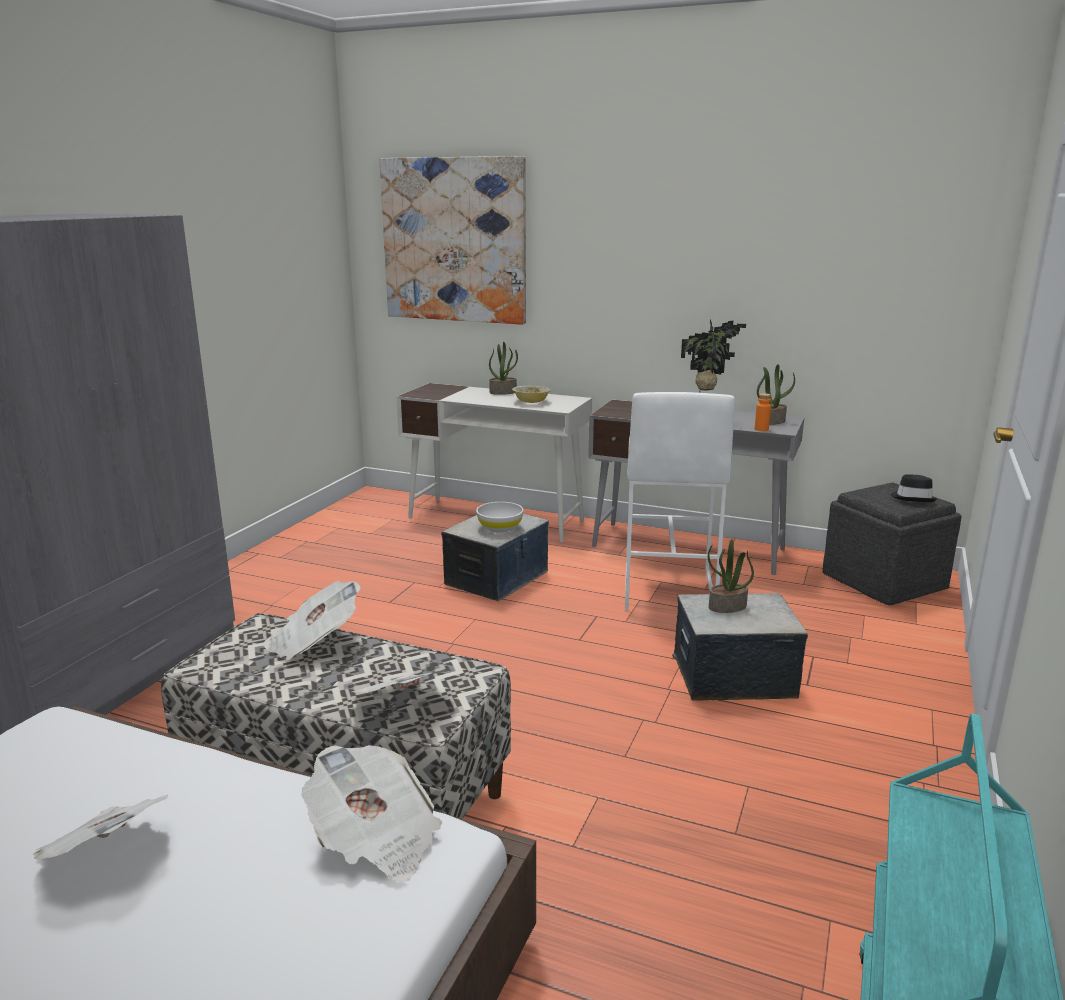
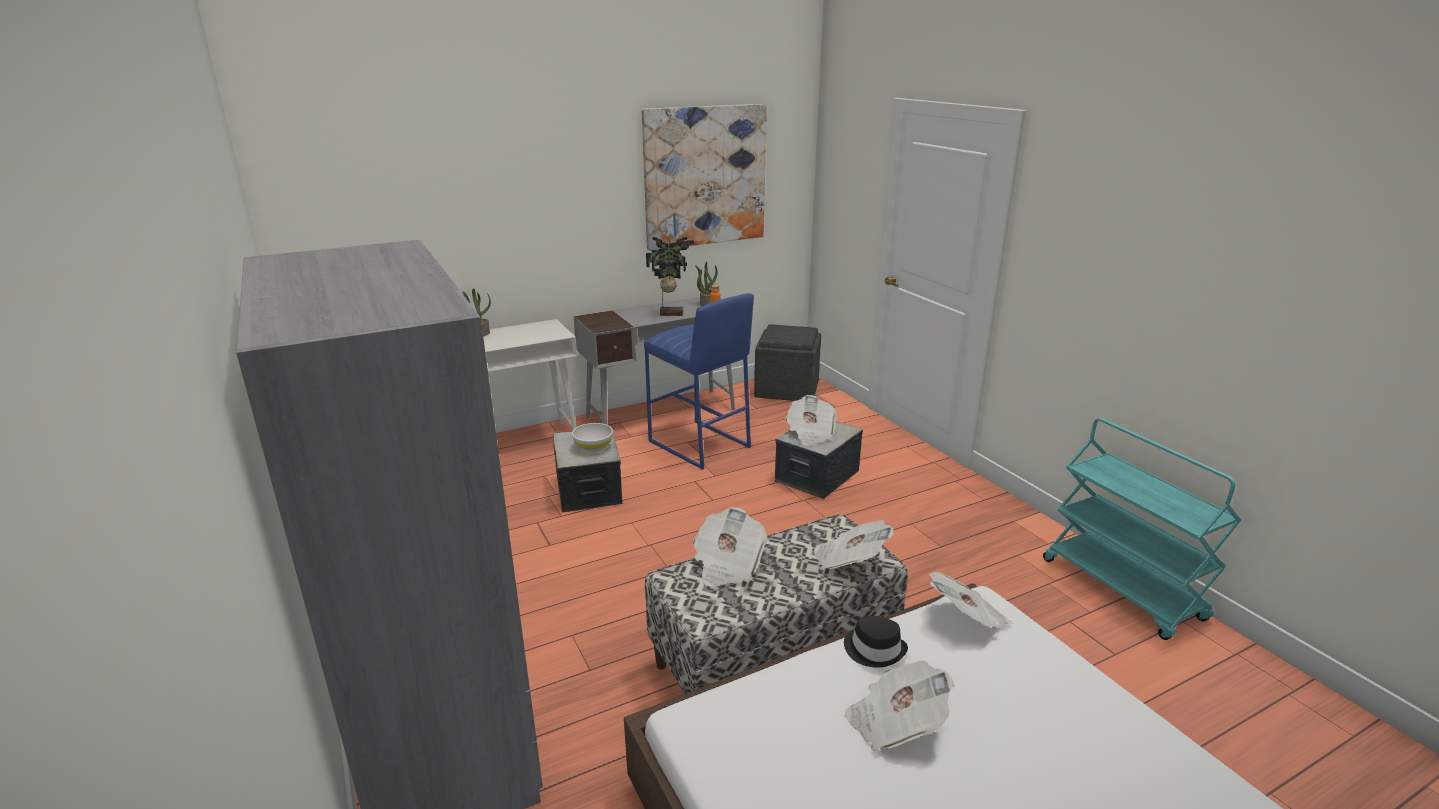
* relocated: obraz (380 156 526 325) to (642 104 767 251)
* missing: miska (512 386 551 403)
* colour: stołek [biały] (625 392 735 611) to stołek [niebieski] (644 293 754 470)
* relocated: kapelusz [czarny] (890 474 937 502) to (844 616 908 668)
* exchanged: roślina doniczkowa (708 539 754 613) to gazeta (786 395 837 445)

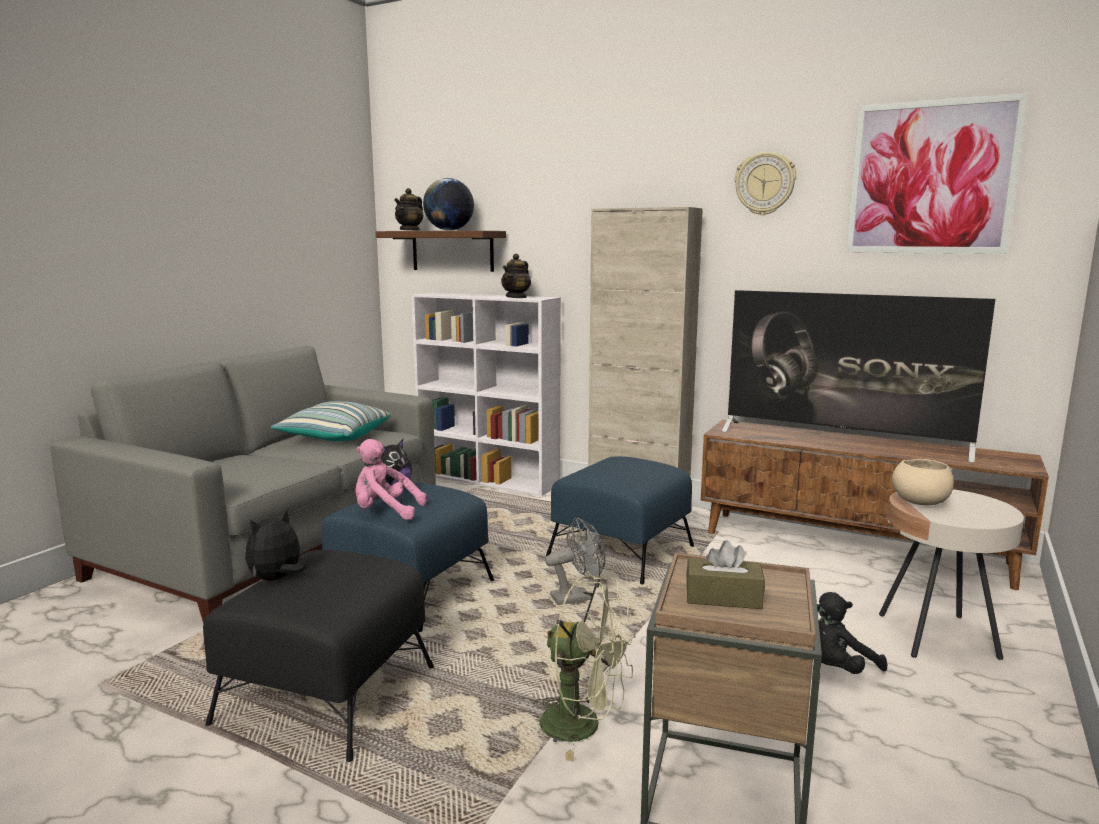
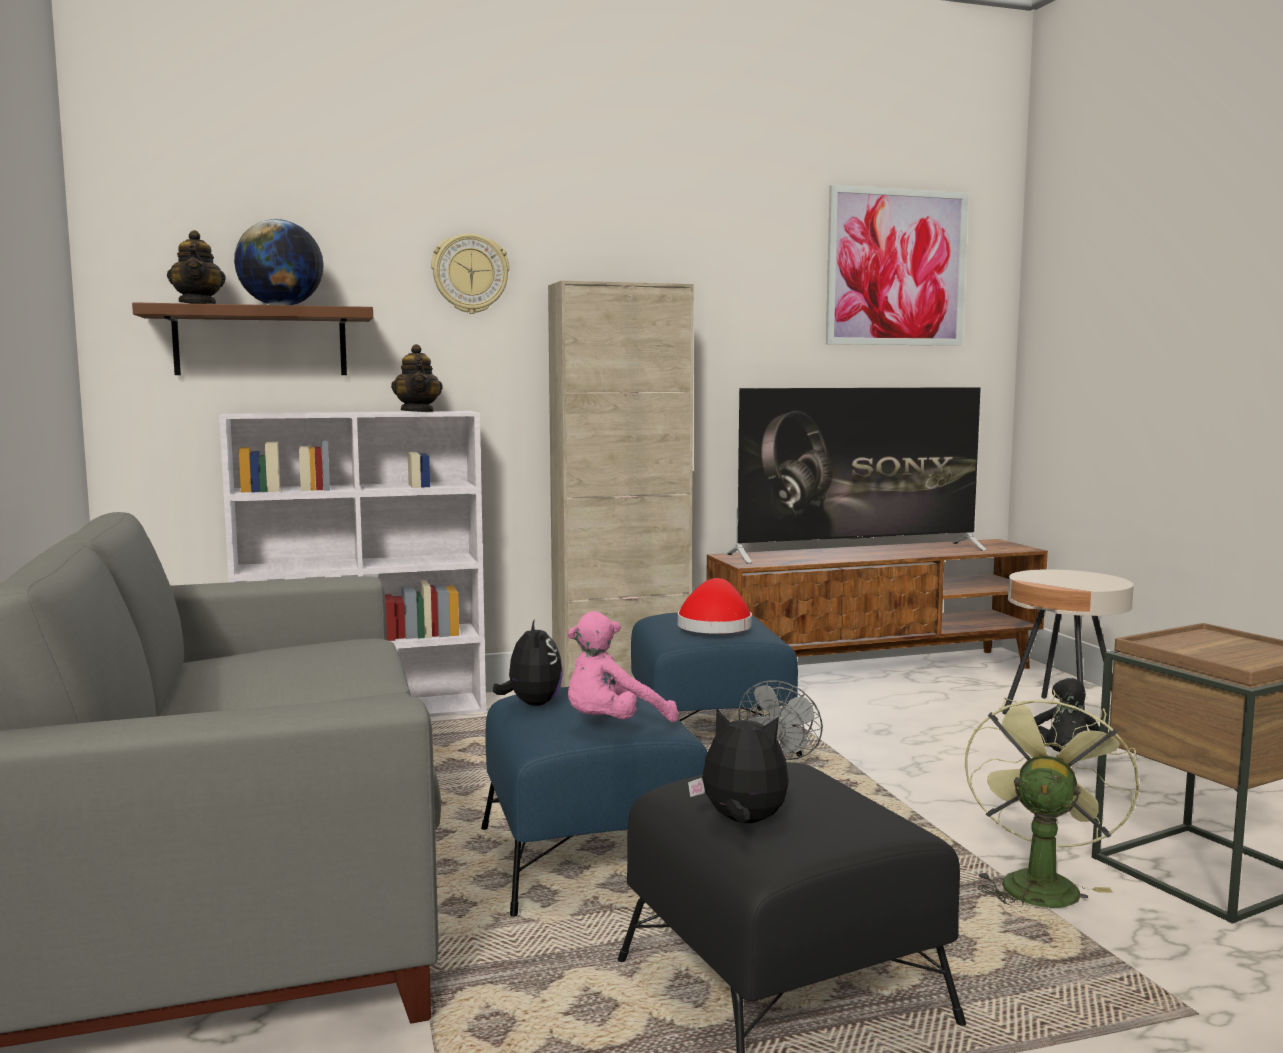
* relocated: zegar ścienny (735 152 796 215) to (431 234 509 314)
* missing: poduszka (271 401 391 441)
* missing: miska [beżowy] (892 459 954 505)
* spun: pluszak (245 509 307 581) = (688 709 789 823) 120 degrees clockwise
* missing: pudełko chusteczek [brązowy] (686 540 765 609)
* spun: wentylator [zielony] (533 575 635 761) = (965 689 1139 912) 45 degrees counterclockwise
* appeared: kapelusz [czerwony] (678 578 752 634)

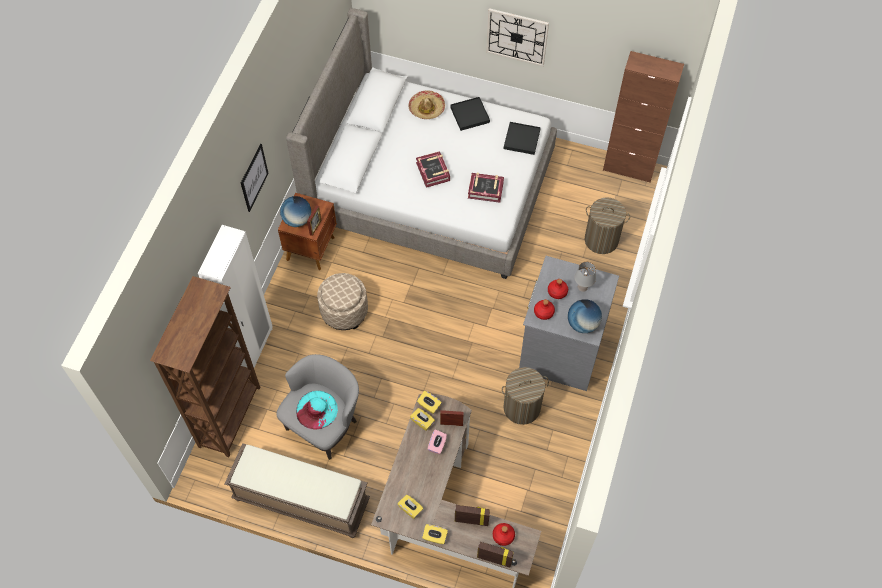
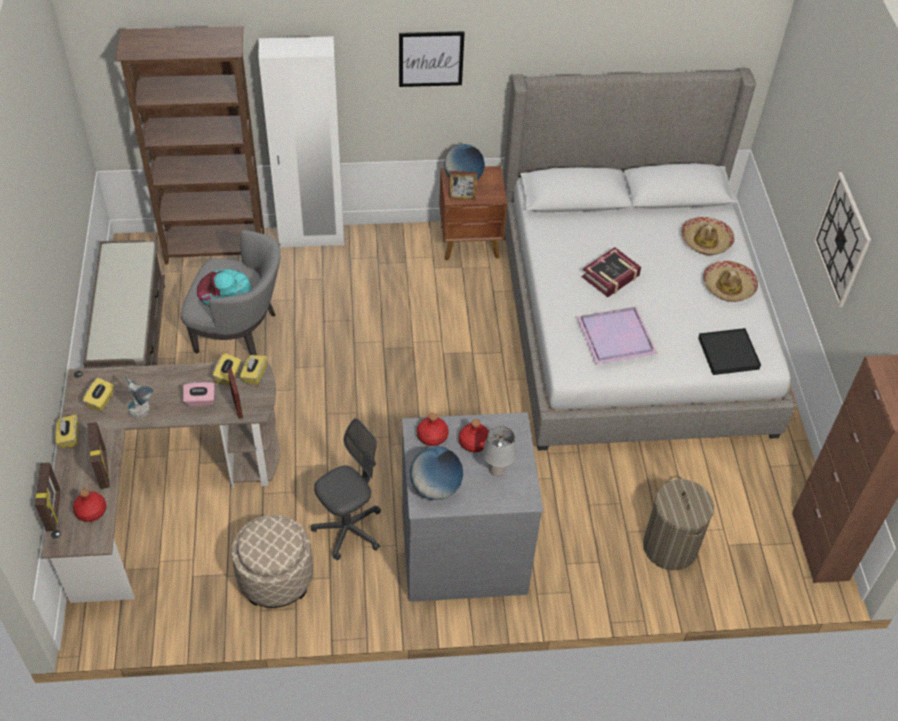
* exchanged: taca [czarny] (450 97 490 131) to kapelusz (703 261 758 302)
* exchanged: książka (468 173 504 203) to taca [fioletowy] (577 307 658 365)
* relocated: pufa [beżowy] (317 273 368 330) to (232 515 313 608)
* exchanged: kosz na pranie (502 367 549 425) to krzesło biurowe [szary] (311 418 381 560)
* appeared: lampa stołowa (125 374 153 418)

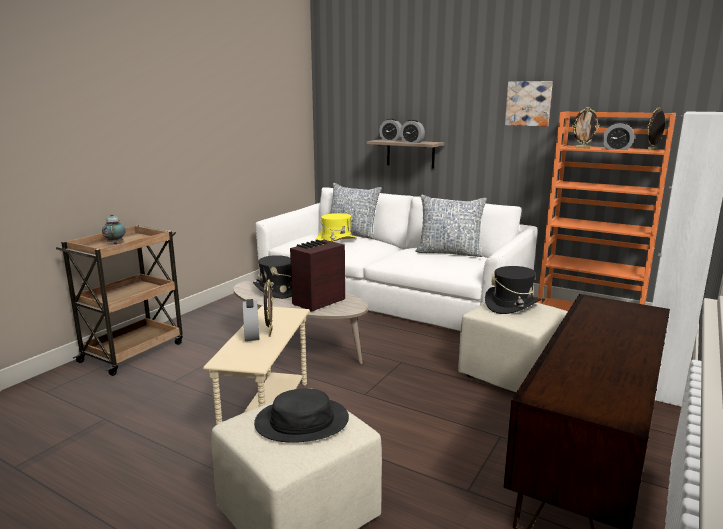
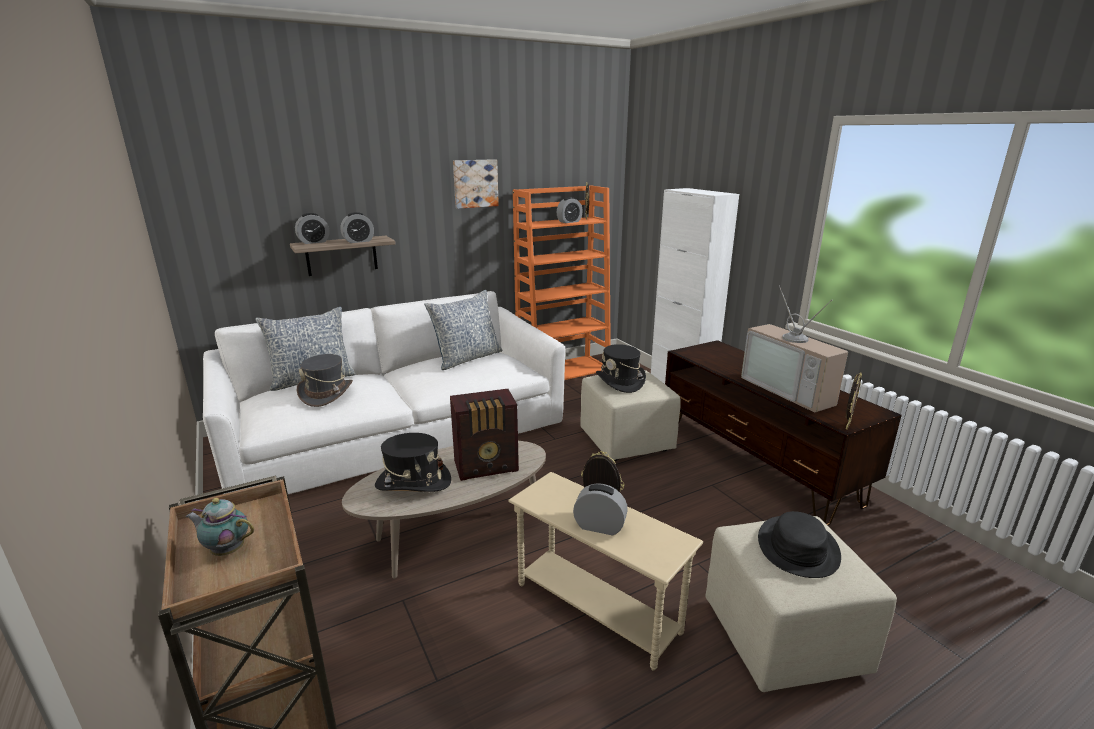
* relocated: ramka na zdjęcie (572 107 599 148) to (846 372 862 430)
* colour: kapelusz [żółty] (316 213 357 242) to kapelusz [szary] (297 354 353 407)
* spun: radio (290 240 345 312) = (450 389 519 481) 90 degrees counterclockwise
* appeared: telewizor (741 285 848 412)

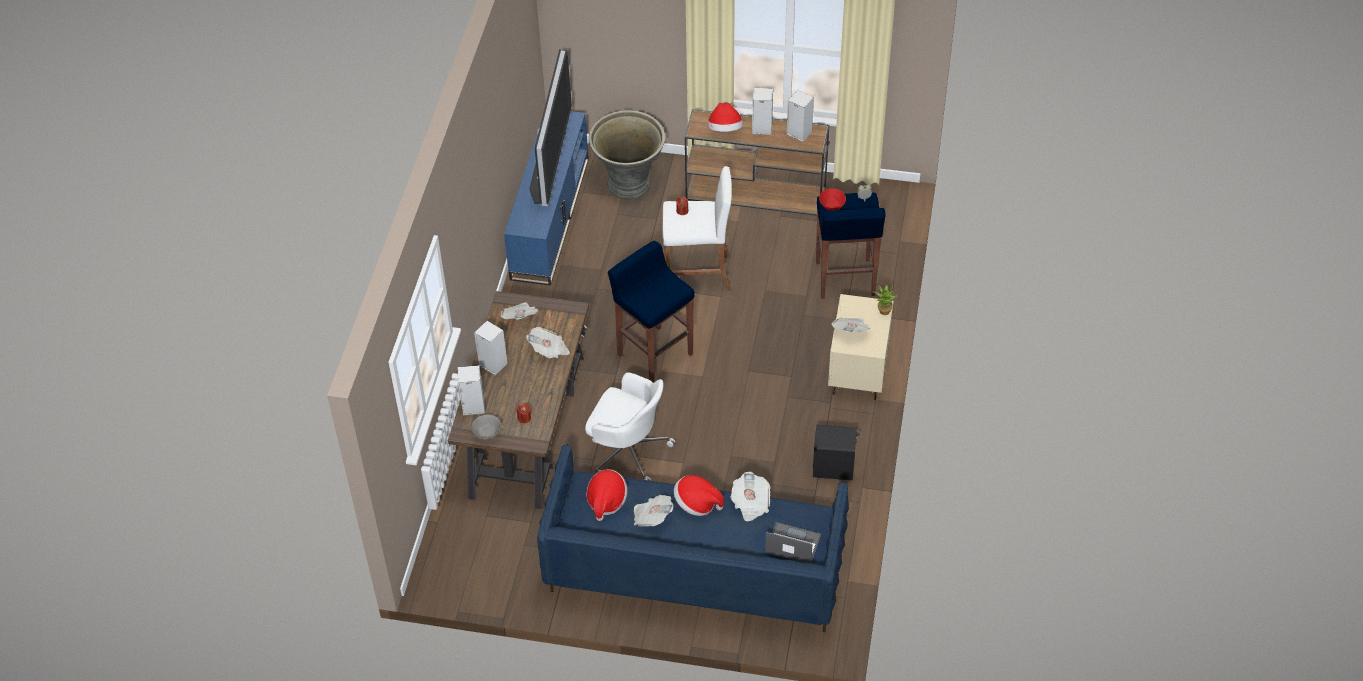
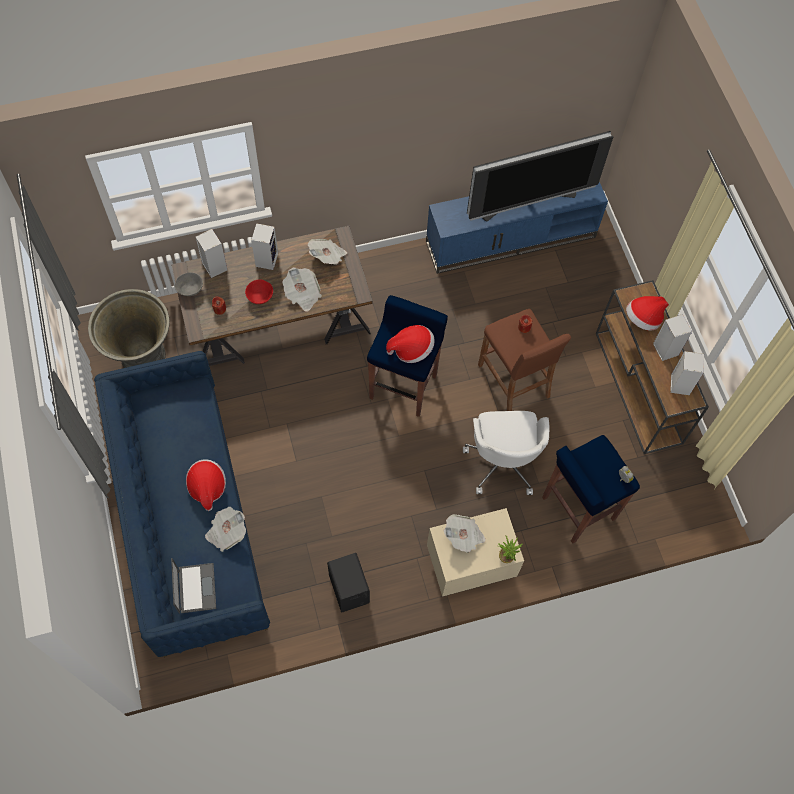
* relocated: donica [szary] (589 110 665 199) to (88 289 170 368)
* colour: stołek [biały] (663 166 732 291) to stołek [brązowy] (478 309 571 411)
* relocated: miska [czerwony] (819 188 846 211) to (245 279 273 304)
* relocated: krzesło biurowe [biały] (585 372 675 481) to (463 411 549 495)
* relocated: kapelusz (587 469 627 521) to (386 325 435 363)
* missing: gazeta (634 495 673 526)

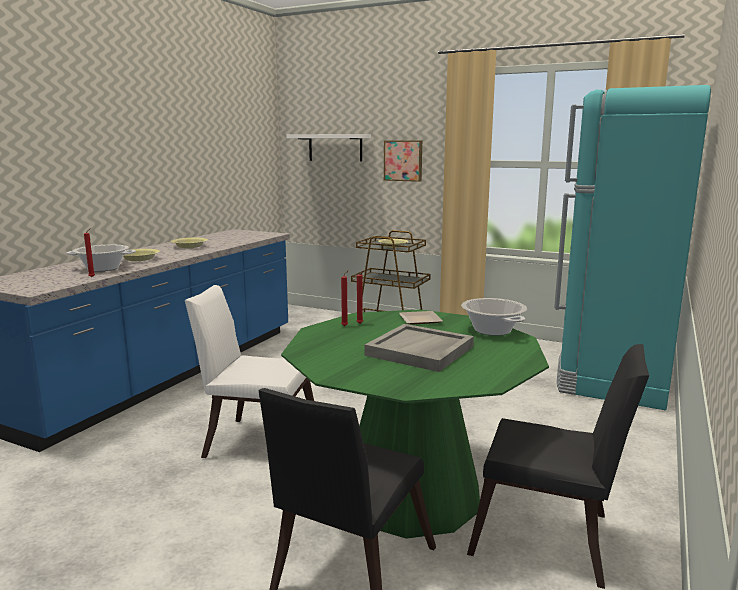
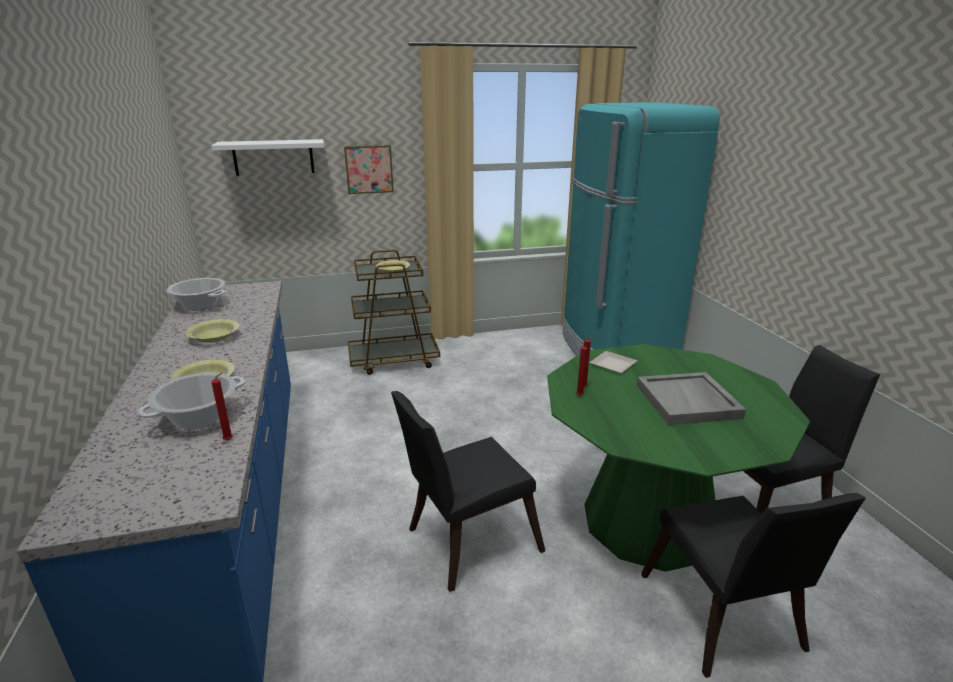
* colour: krzesło [biały] (185 285 314 458) to krzesło [czarny] (391 391 545 592)
* relocated: garnek (461 298 527 336) to (167 278 226 311)

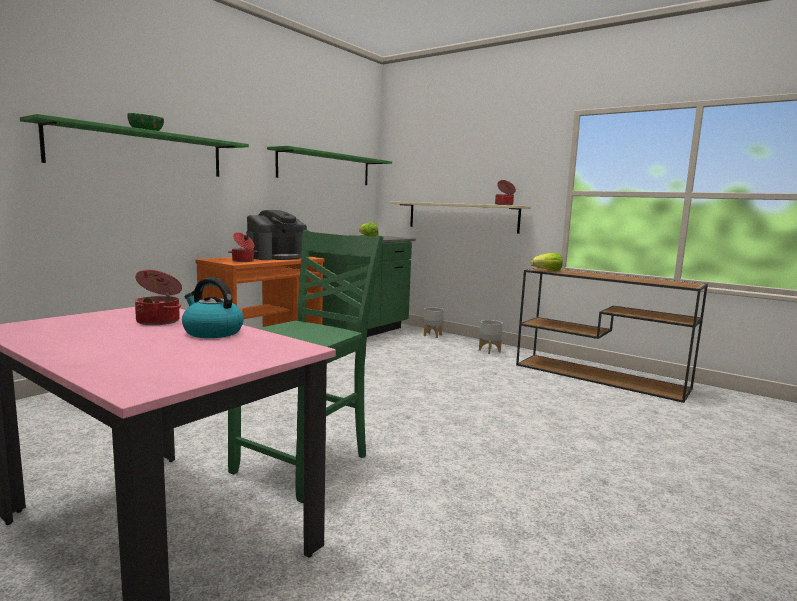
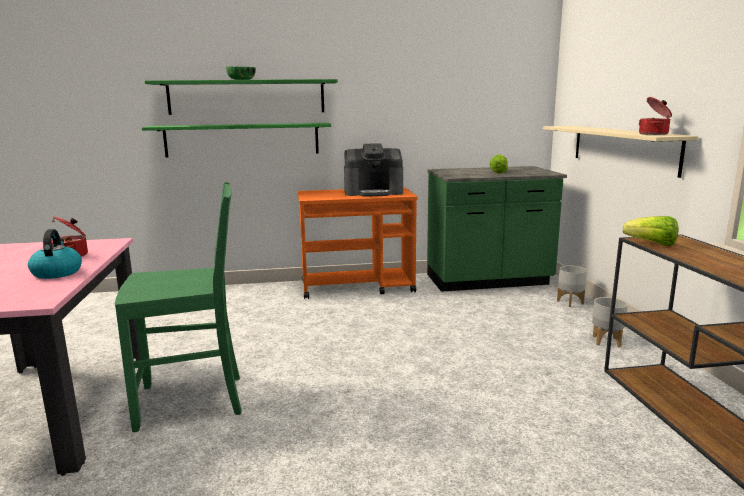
* relocated: półka [zielony] (267 146 392 185) to (142 123 331 158)
* missing: garnek (228 232 258 262)

